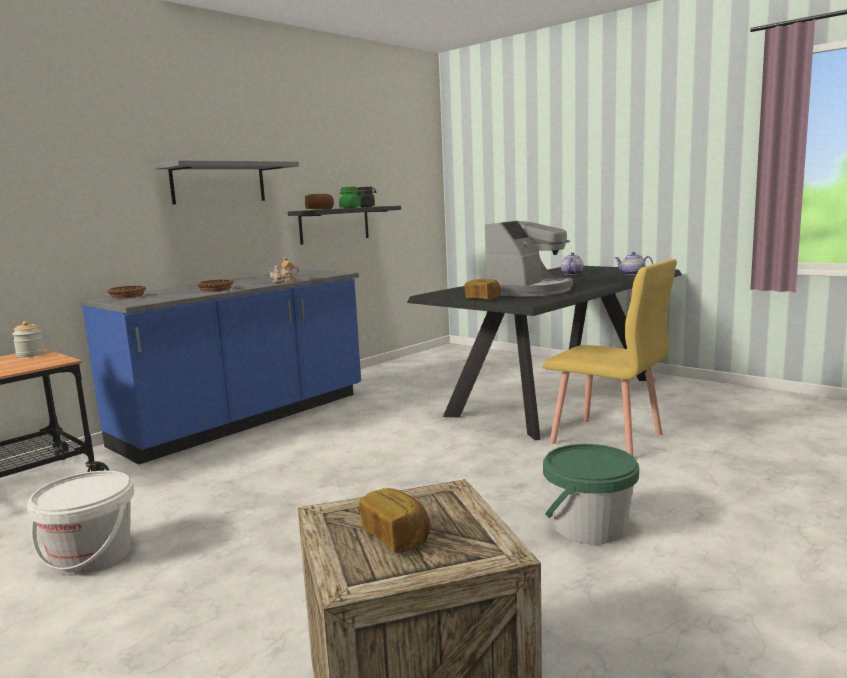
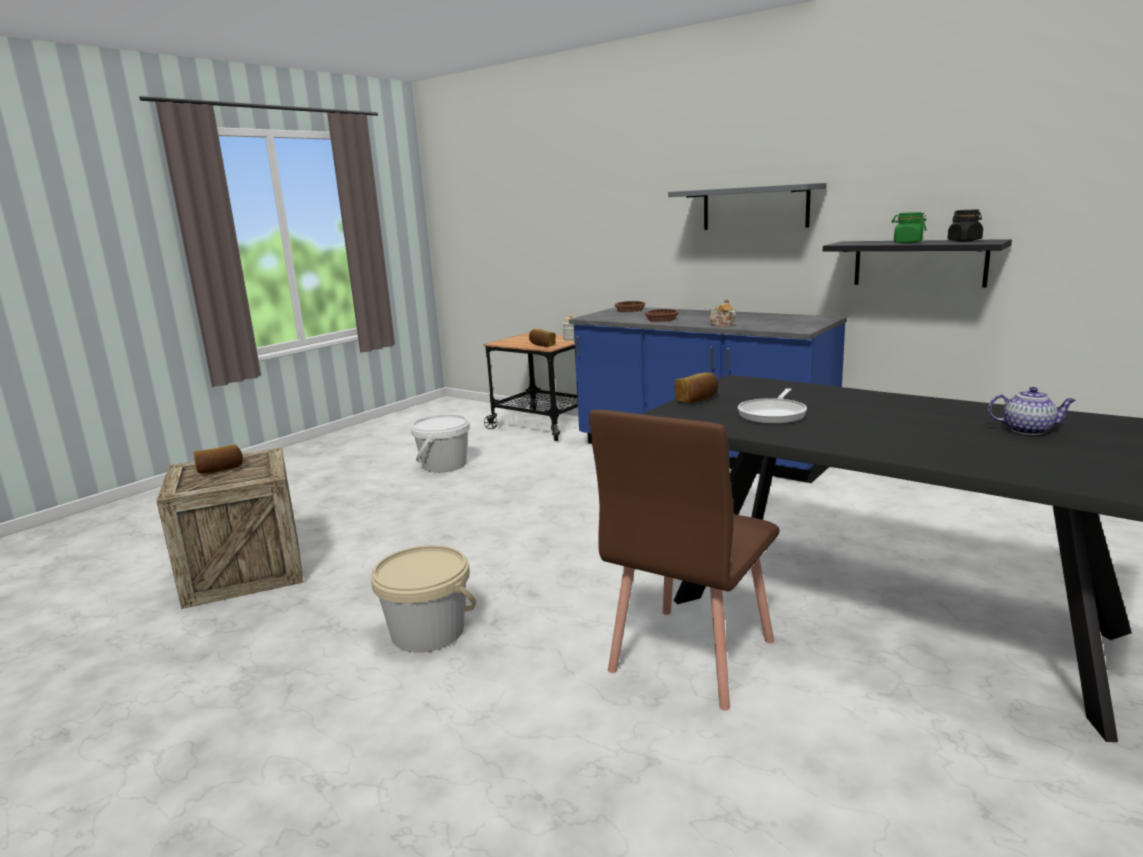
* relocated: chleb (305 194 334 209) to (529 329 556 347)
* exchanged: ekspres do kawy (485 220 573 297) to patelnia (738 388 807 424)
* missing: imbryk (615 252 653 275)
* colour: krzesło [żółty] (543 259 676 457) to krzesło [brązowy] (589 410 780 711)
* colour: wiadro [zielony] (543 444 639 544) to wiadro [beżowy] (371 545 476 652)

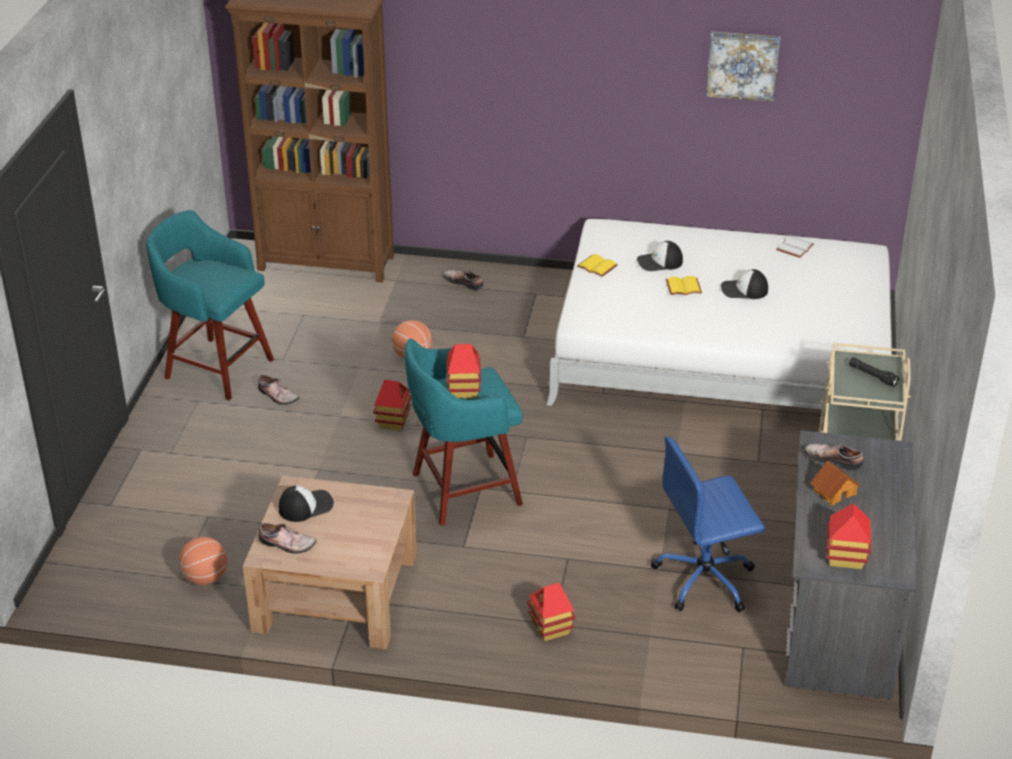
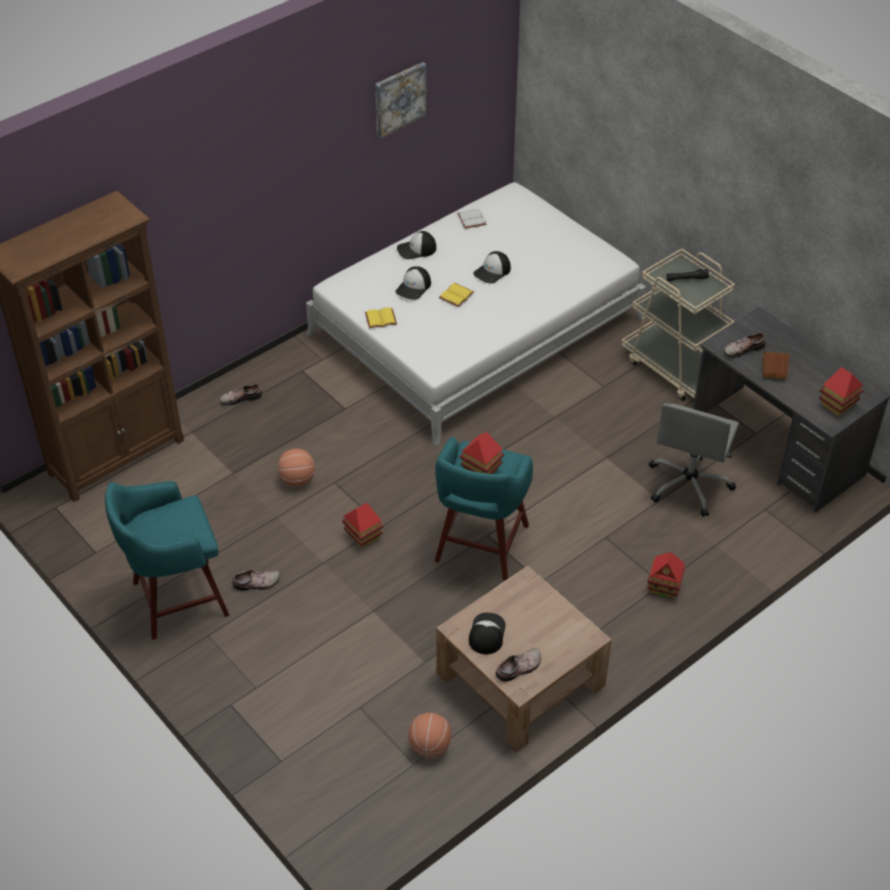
* colour: krzesło biurowe [niebieski] (650 436 765 612) to krzesło biurowe [szary] (649 403 739 517)
* appeared: czapka z daszkiem (397 231 436 259)

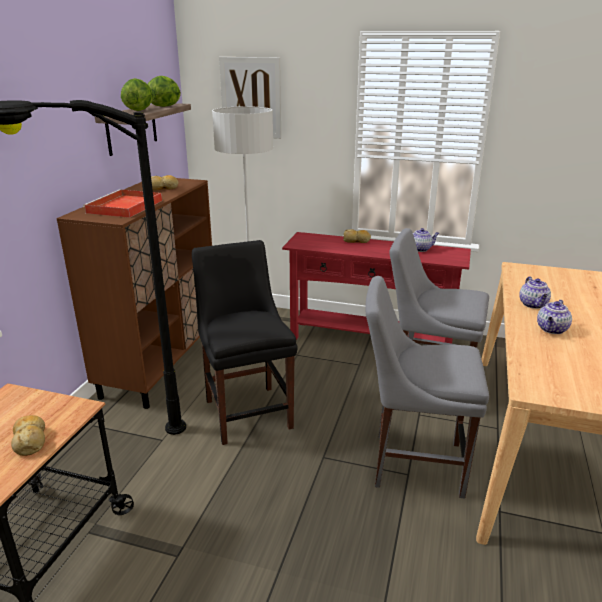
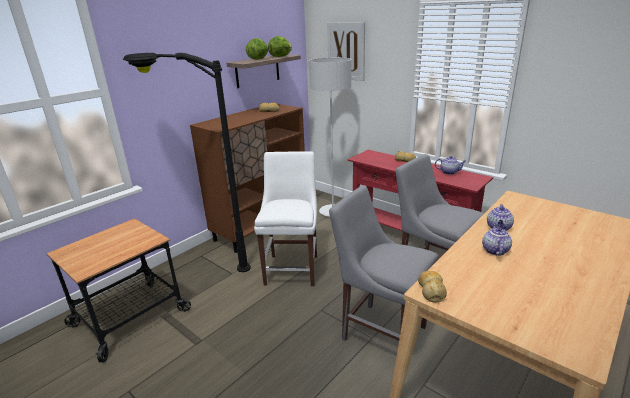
* missing: taca [czerwony] (83 189 162 218)
* colour: krzesło [czarny] (192 240 298 445) to krzesło [biały] (254 151 317 286)
* spun: imbryk (537 300 572 334) = (482 224 512 256) 135 degrees clockwise
* relocated: chleb (11 415 45 456) to (418 271 447 303)

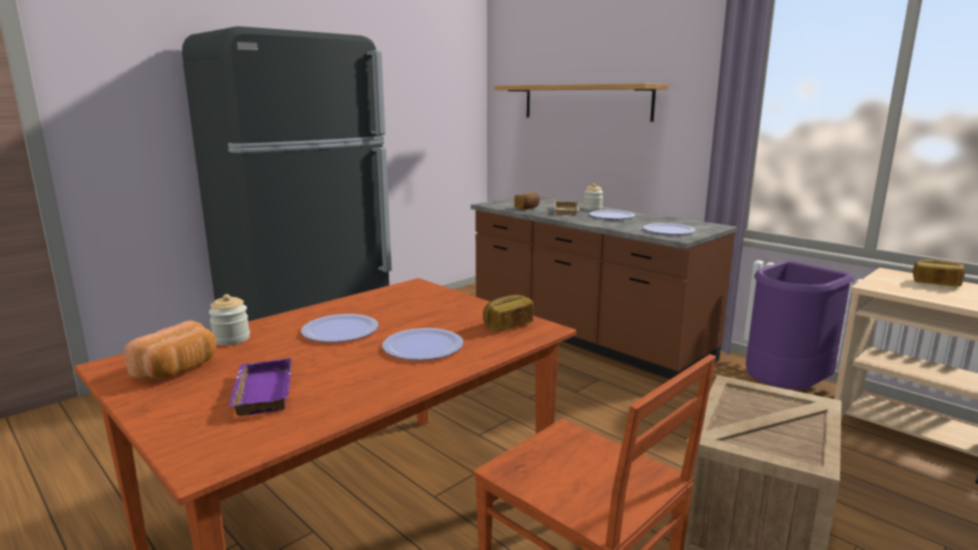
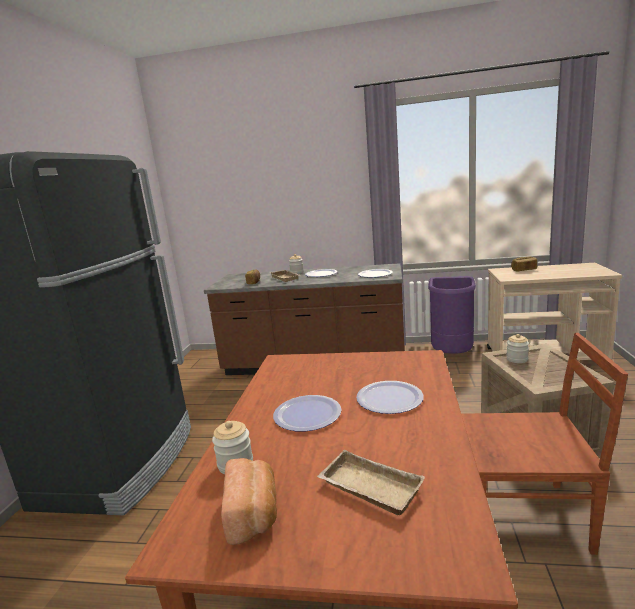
* missing: półka (495 84 668 122)
* missing: chleb (483 295 534 331)
* colour: taca [fioletowy] (228 358 292 416) to taca [beżowy] (317 450 425 515)
* appeared: słoik (506 334 529 363)

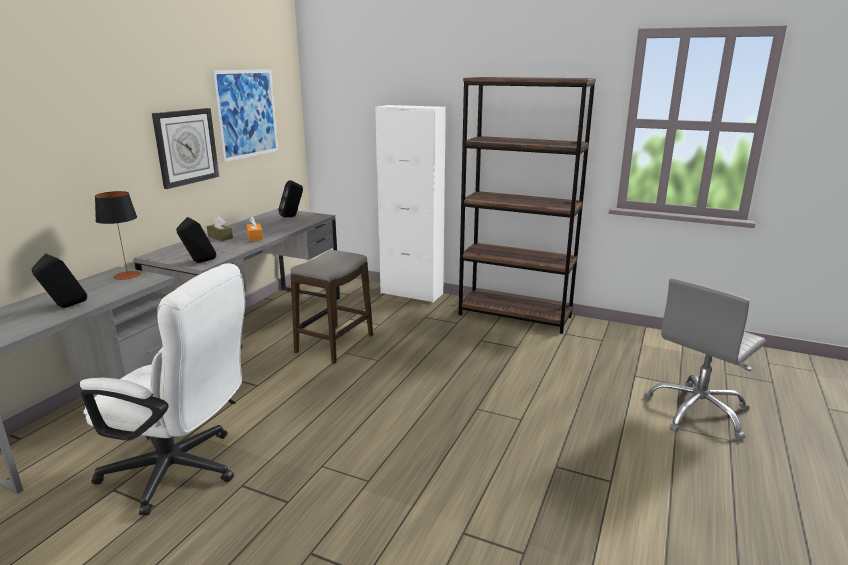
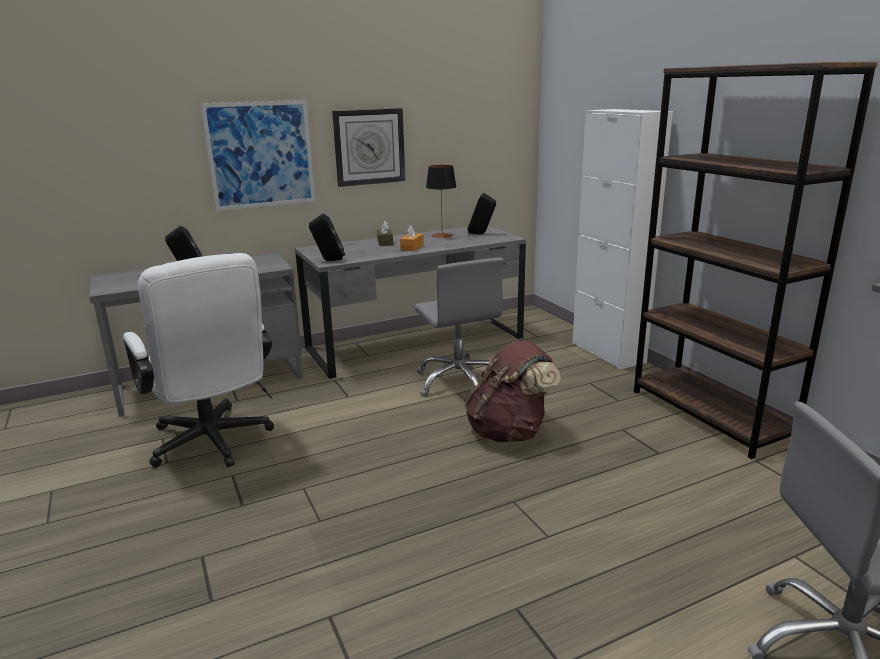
* relocated: obraz (212 69 278 162) to (201 100 315 211)
* relocated: lampa stołowa (95 191 141 280) to (426 165 457 238)
* exchanged: stołek (291 250 373 364) to krzesło biurowe [szary] (415 258 504 397)
* appeared: plecak [brązowy] (464 341 561 442)

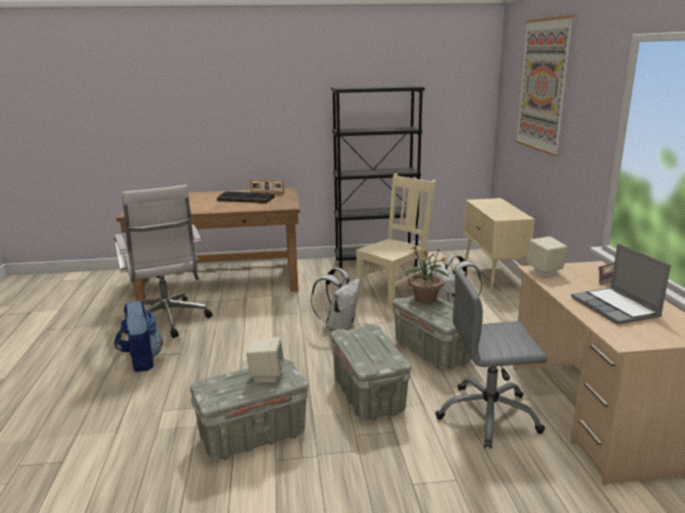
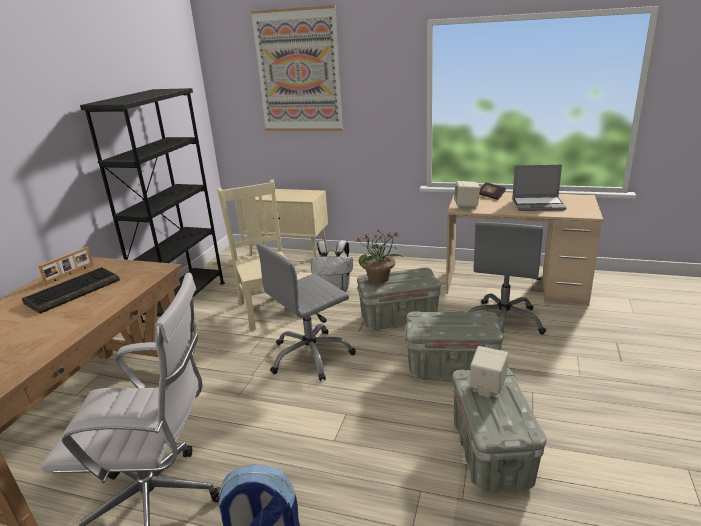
* exchanged: plecak [biały] (311 268 360 330) to krzesło biurowe [szary] (256 243 356 381)

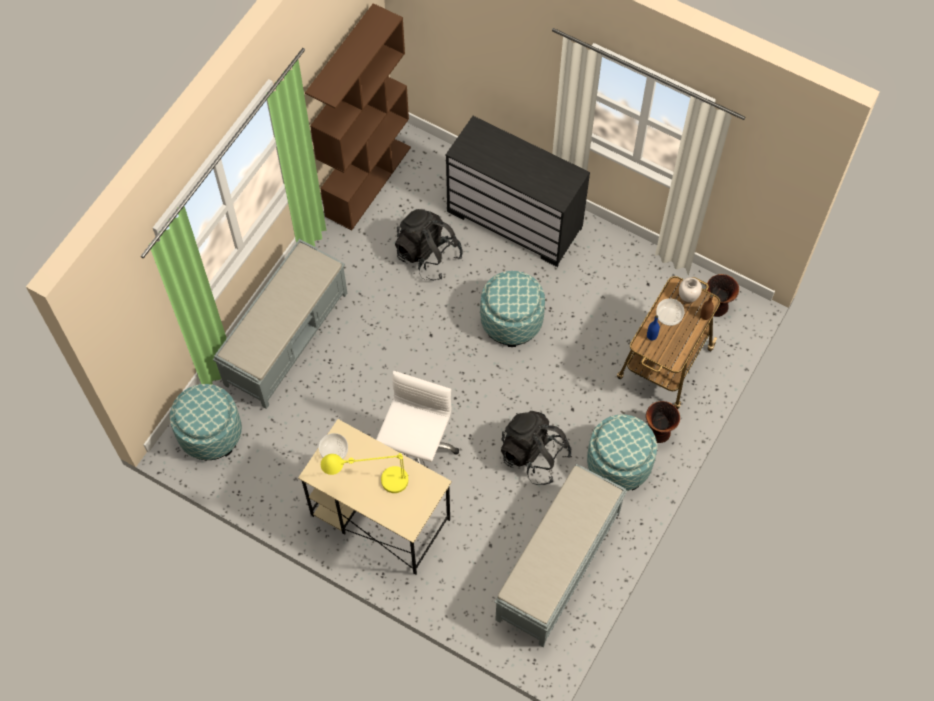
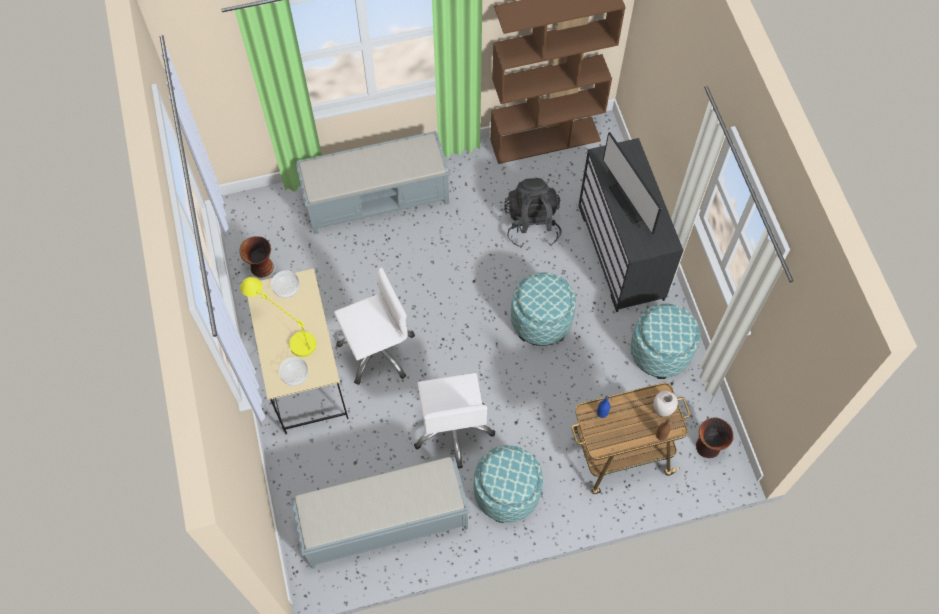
* relocated: miska (656 298 684 326) to (279 357 309 386)
* relocated: pufa (170 384 242 460) to (630 304 700 379)
* relocated: wazon (646 401 680 443) to (239 236 274 278)
* exchanged: plecak [czarny] (501 411 572 485) to krzesło biurowe [biały] (414 373 495 469)
* appeared: monitor (603 132 662 234)

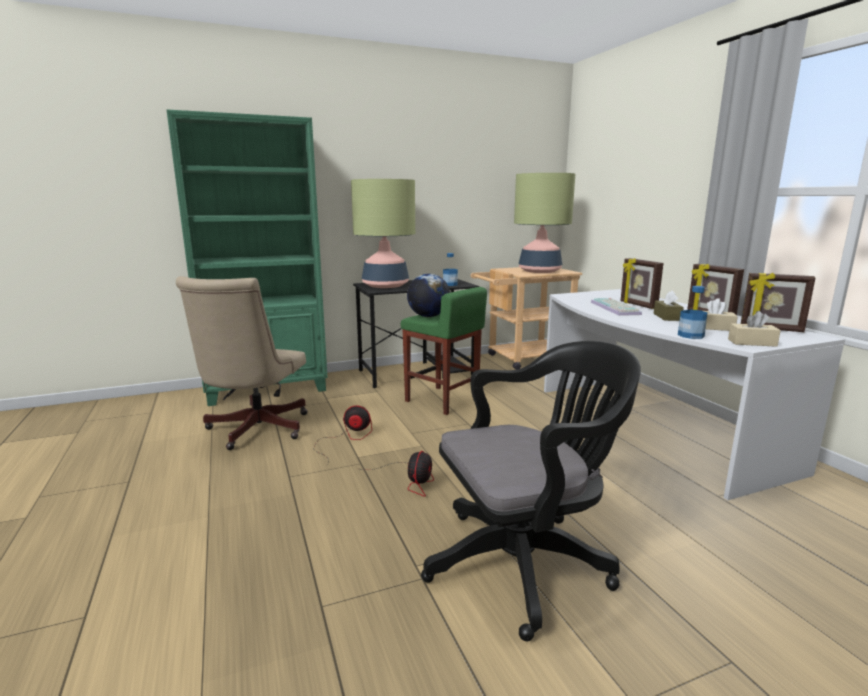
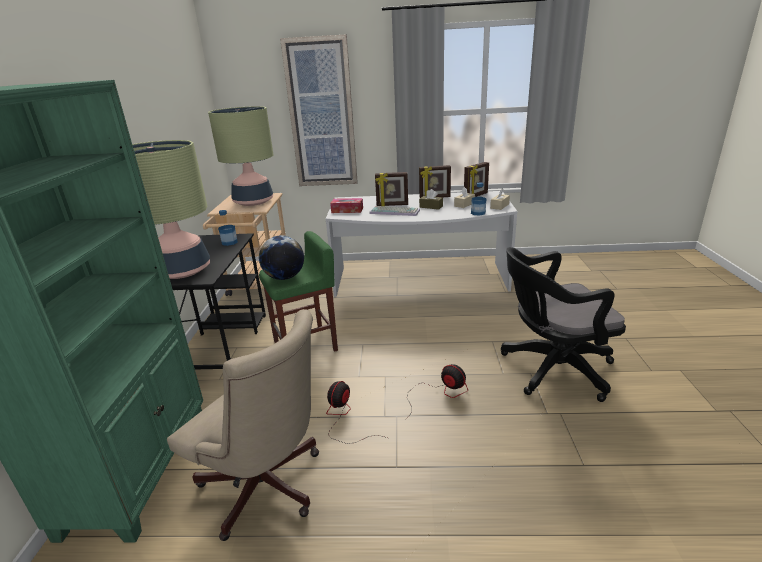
* spun: krzesło biurowe [czarny] (421 341 641 641) = (501 247 626 402) 105 degrees counterclockwise
* appeared: obraz (280 35 358 186)
* appeared: pudełko chusteczek (330 198 363 213)

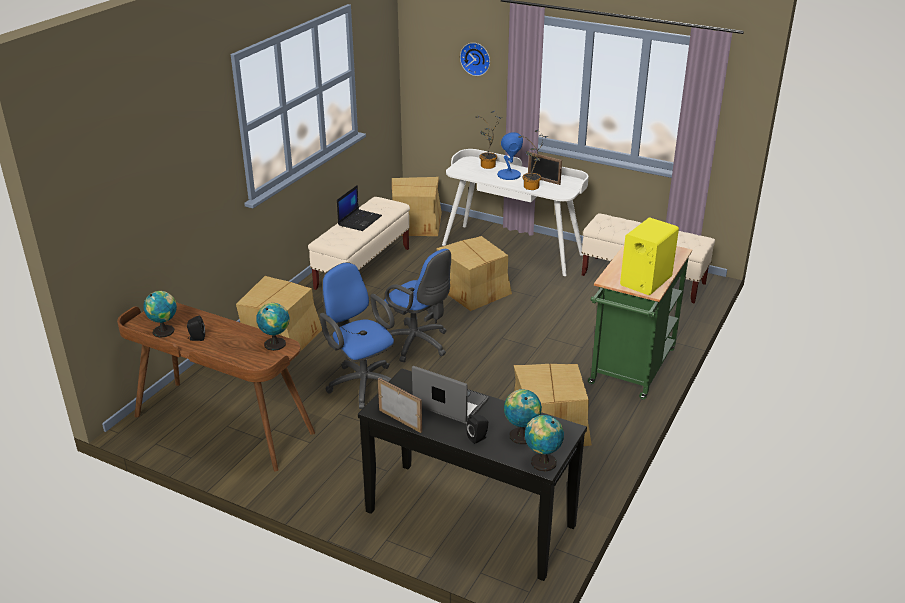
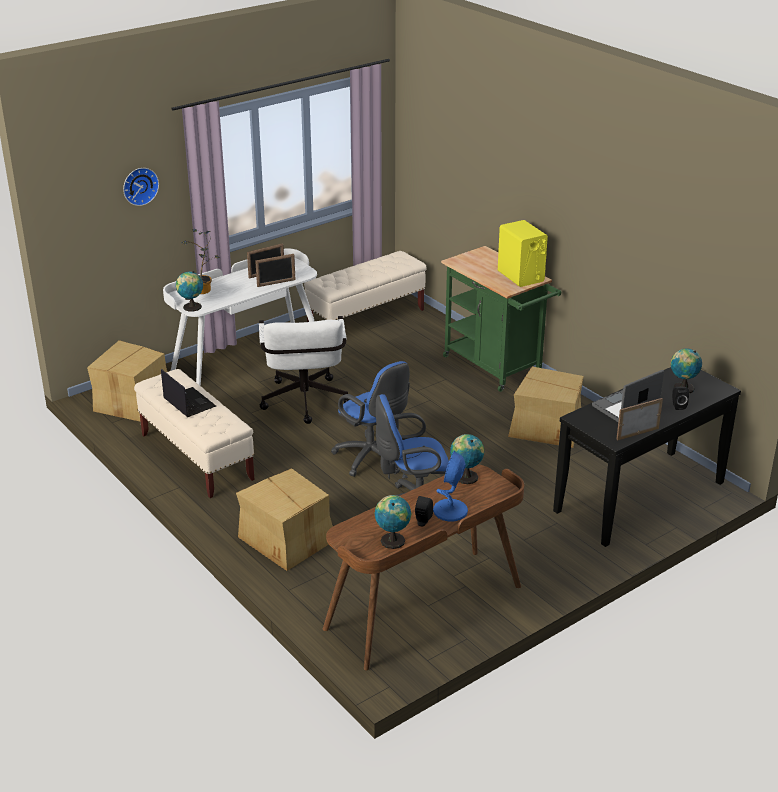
* exchanged: roślina doniczkowa (518 130 549 190) to ramka na zdjęcie (255 254 295 287)
* relocated: lampa stołowa [niebieski] (497 132 523 180) to (433 451 468 521)
* exchanged: karton (436 236 512 311) to krzesło biurowe [biały] (259 316 349 424)
* spun: krzesło biurowe [niebieski] (384 249 451 362) = (331 361 410 477) 75 degrees clockwise
* relocated: globus (525 415 564 472) to (176 271 203 312)

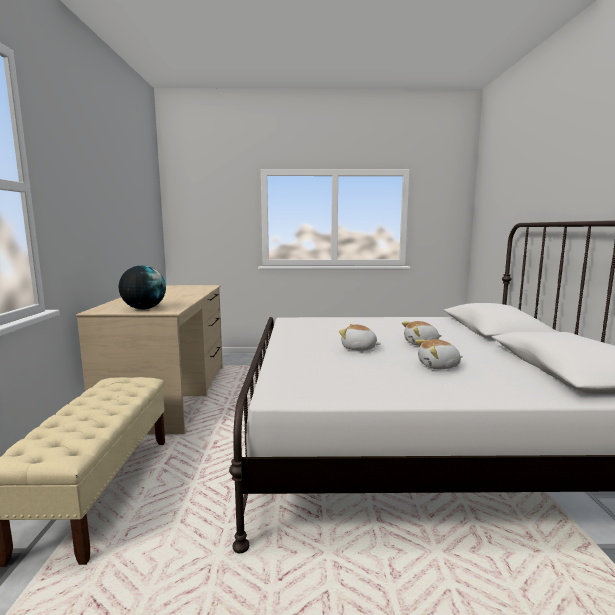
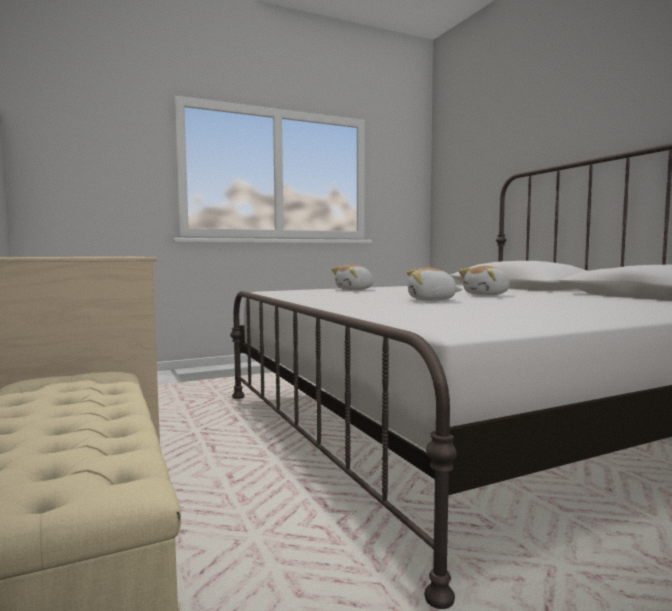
* missing: globus (119 265 166 309)
* relocated: pluszak (415 339 463 369) to (331 265 373 290)

